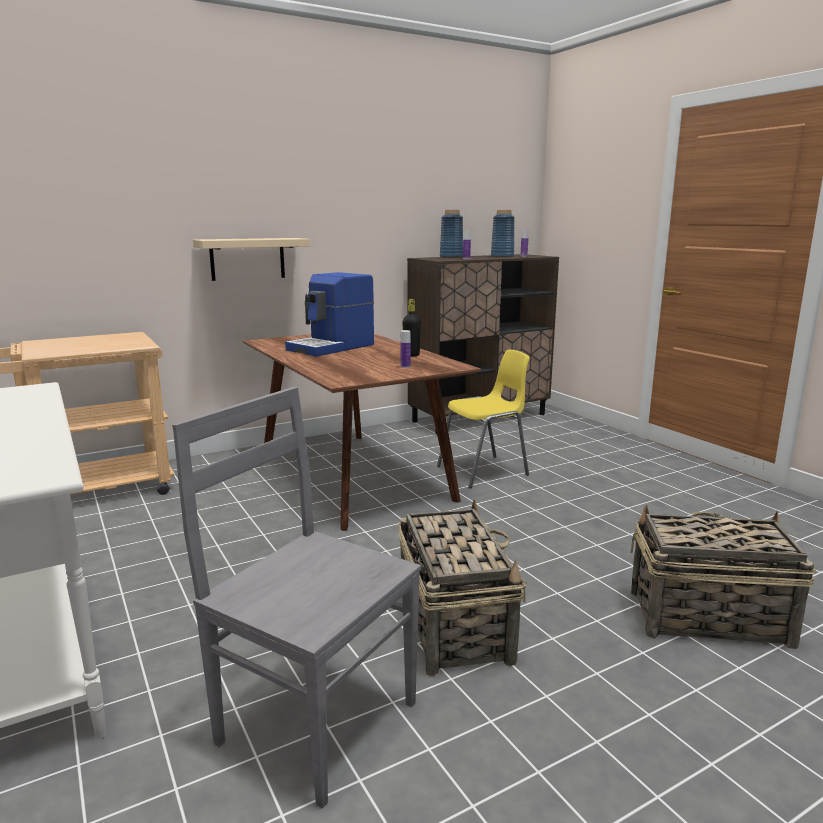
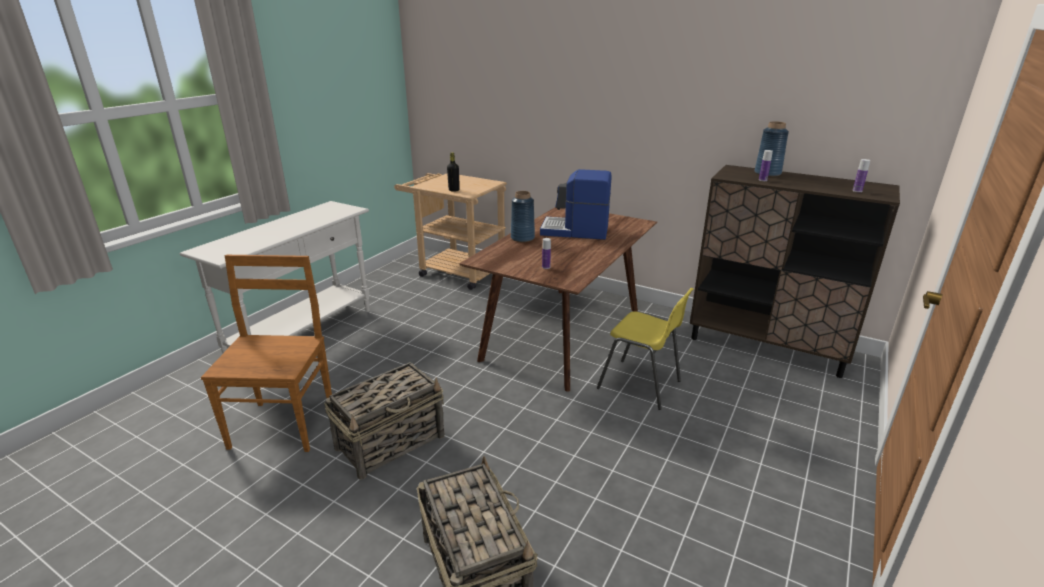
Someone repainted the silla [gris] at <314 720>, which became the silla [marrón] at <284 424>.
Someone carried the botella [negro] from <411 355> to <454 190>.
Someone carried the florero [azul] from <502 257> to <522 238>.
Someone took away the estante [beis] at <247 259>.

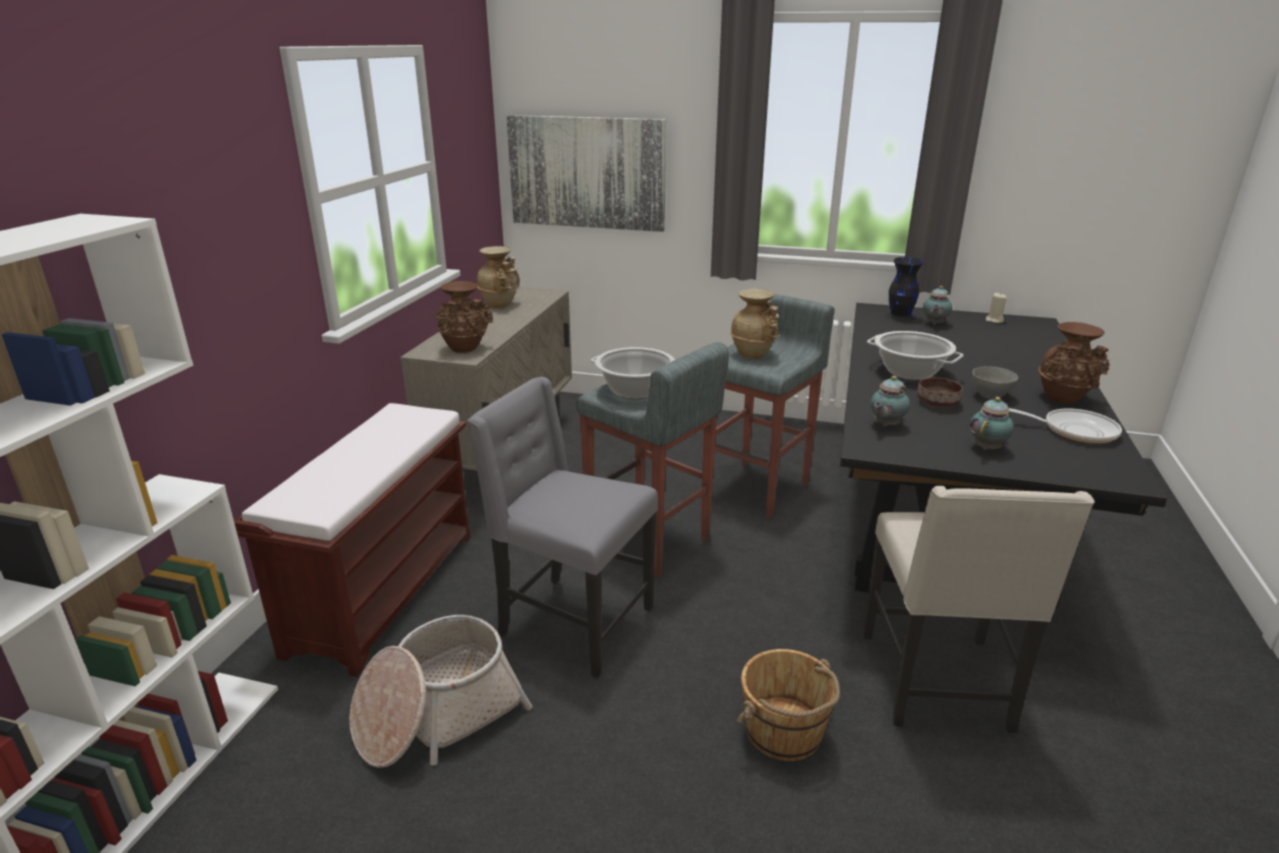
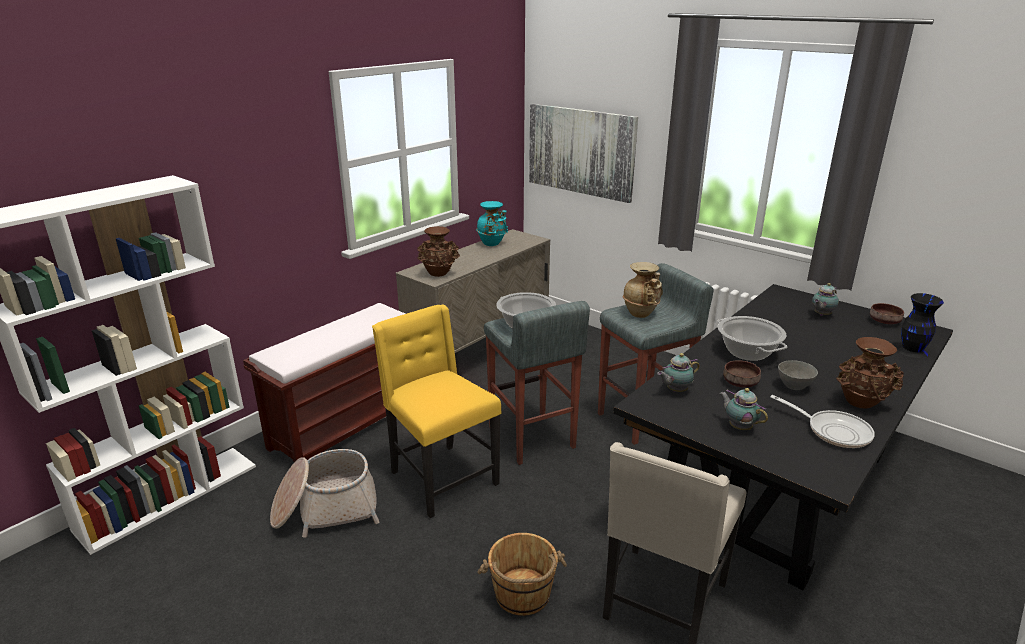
Someone repainted the silla [gris] at <572 622>, which became the silla [amarillo] at <441 478>.
Someone repainted the florero [beis] at <501 304>, which became the florero [turquesa] at <493 243>.
Someone rotated the tetera at <987 447> by 105 degrees counterclockwise.
Someone swapped the vela [beis] at <994 320> for the cuenco [marrón] at <885 321>.
Someone carried the florero [negro] from <900 317> to <911 351>.

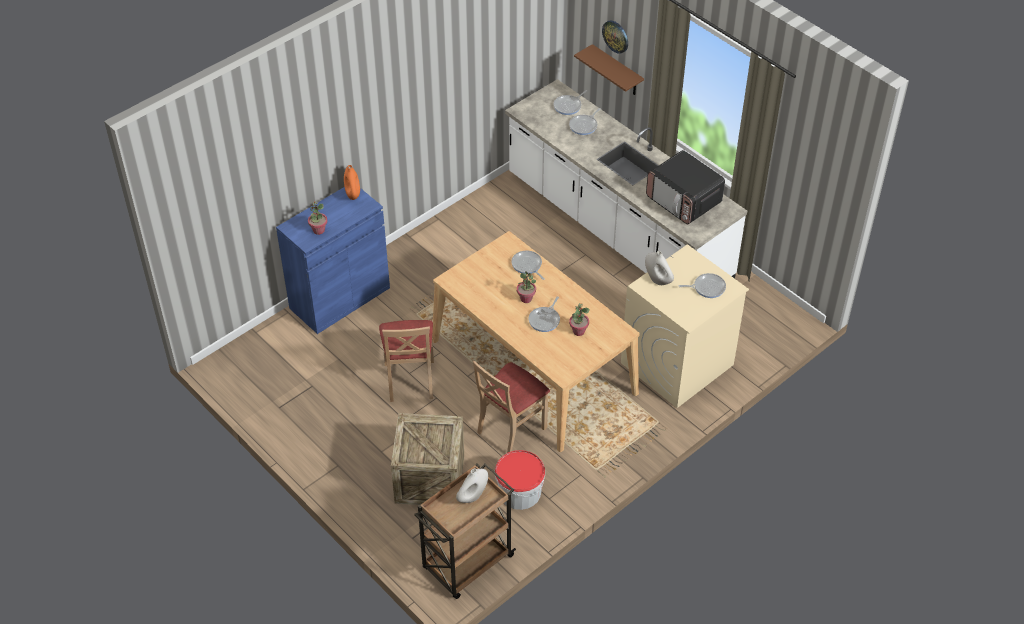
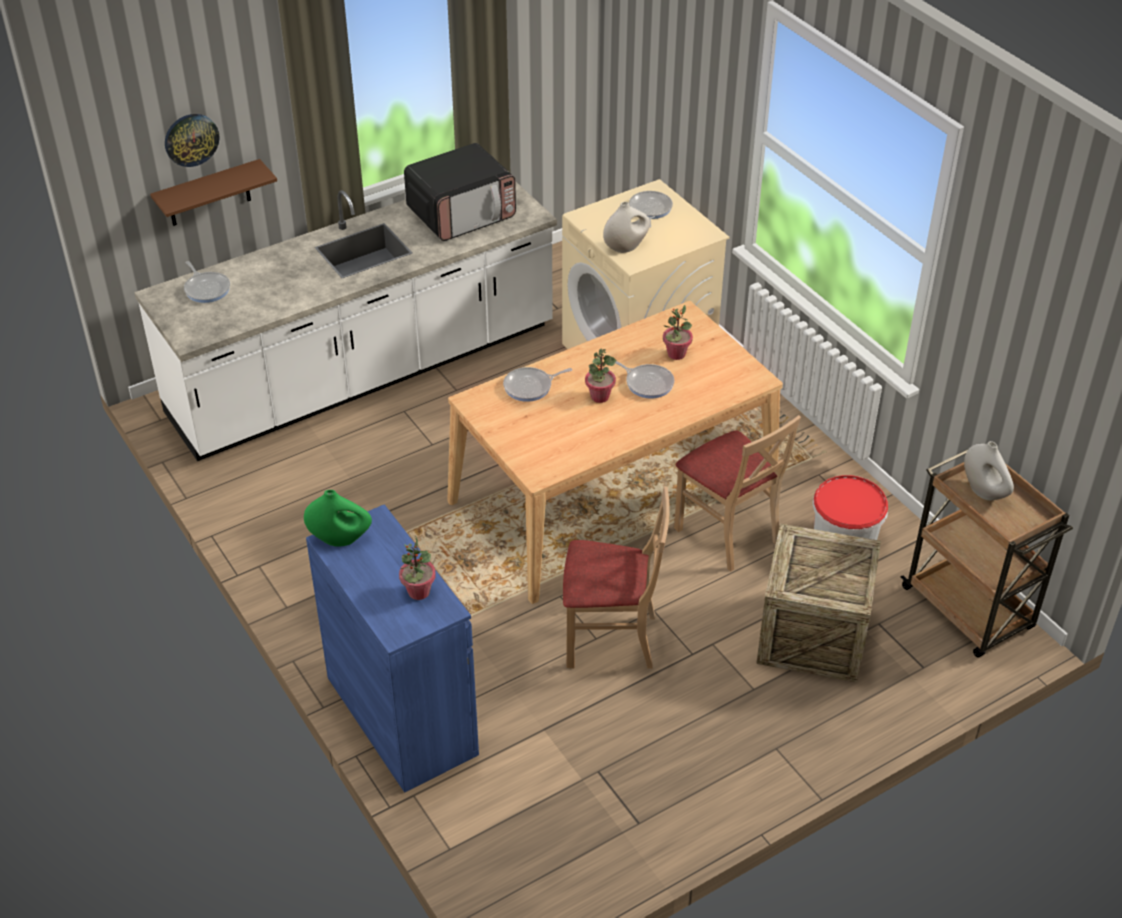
Someone repainted the florero [naranja] at <353 194>, which became the florero [verde] at <340 539>.
Someone took away the sartén at <584 125>.

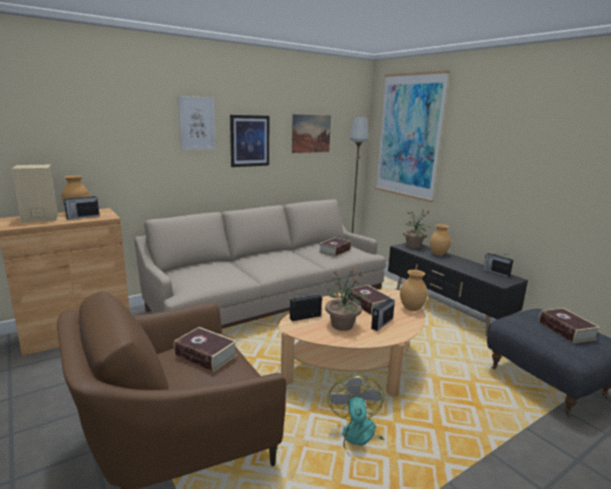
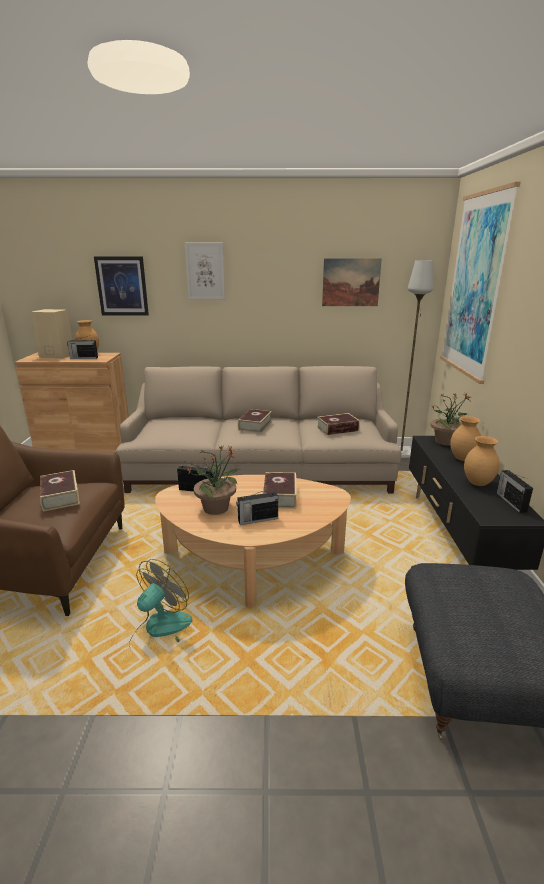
Someone carried the cuadro from <249 141> to <122 286>.
Someone carried the libro from <566 330> to <255 425>.
Someone carried the florero [marrón] from <412 309> to <478 483>.

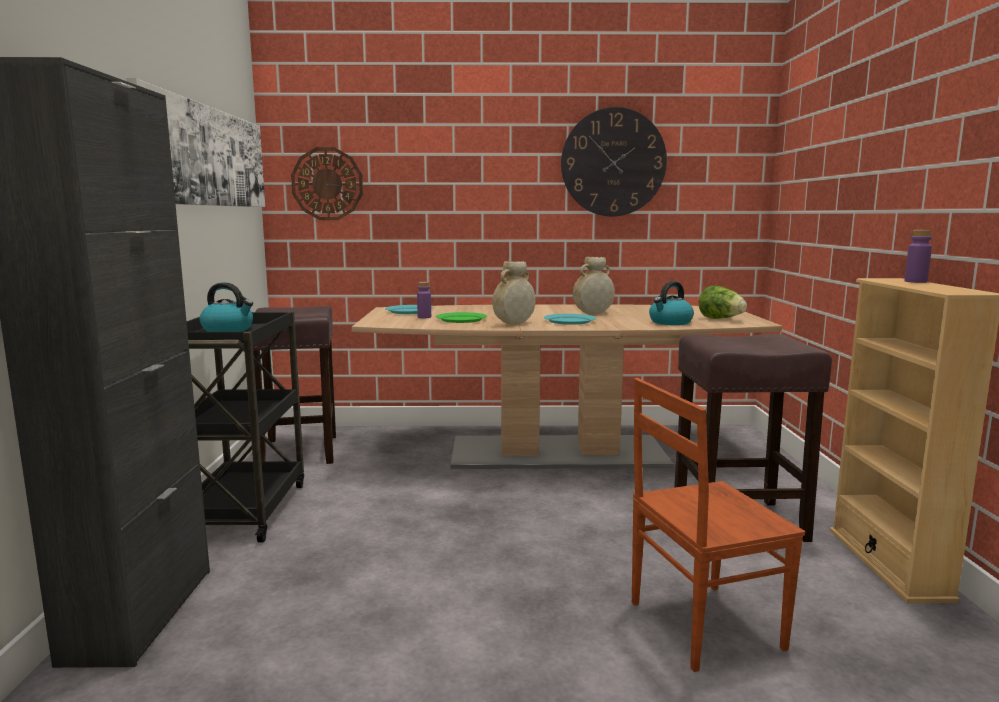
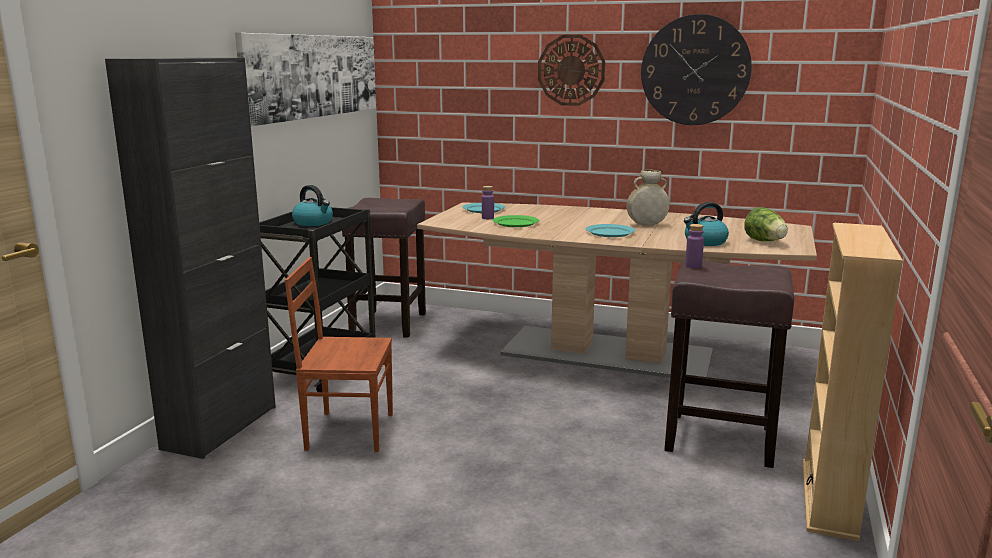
Someone carried the silla [marrón] from <701 624> to <349 431>.
Someone carried the reloj de pared from <327 184> to <571 70>.
Someone carried the botella [morado] from <915 281> to <693 266>.
Someone took away the florero [beis] at <514 324>.

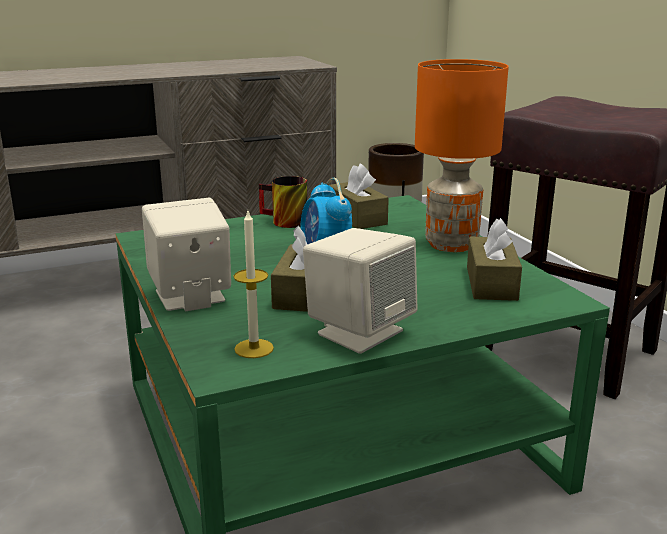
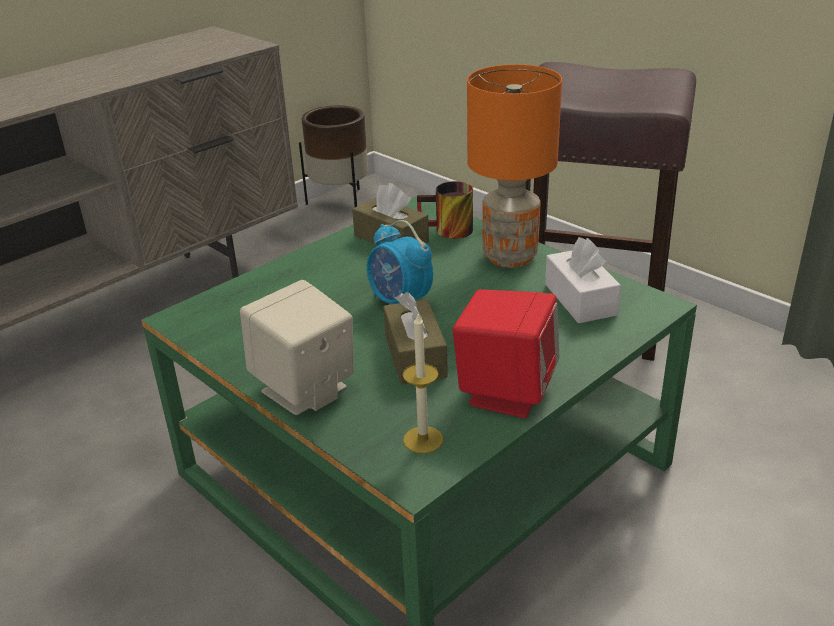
Someone carried the taza grande from <282 222> to <447 231>.
Someone repainted the altavoz [beis] at <359 332>, which became the altavoz [rojo] at <505 391>.
Someone repainted the caja de pañuelos [marrón] at <491 283>, which became the caja de pañuelos [blanco] at <580 299>.

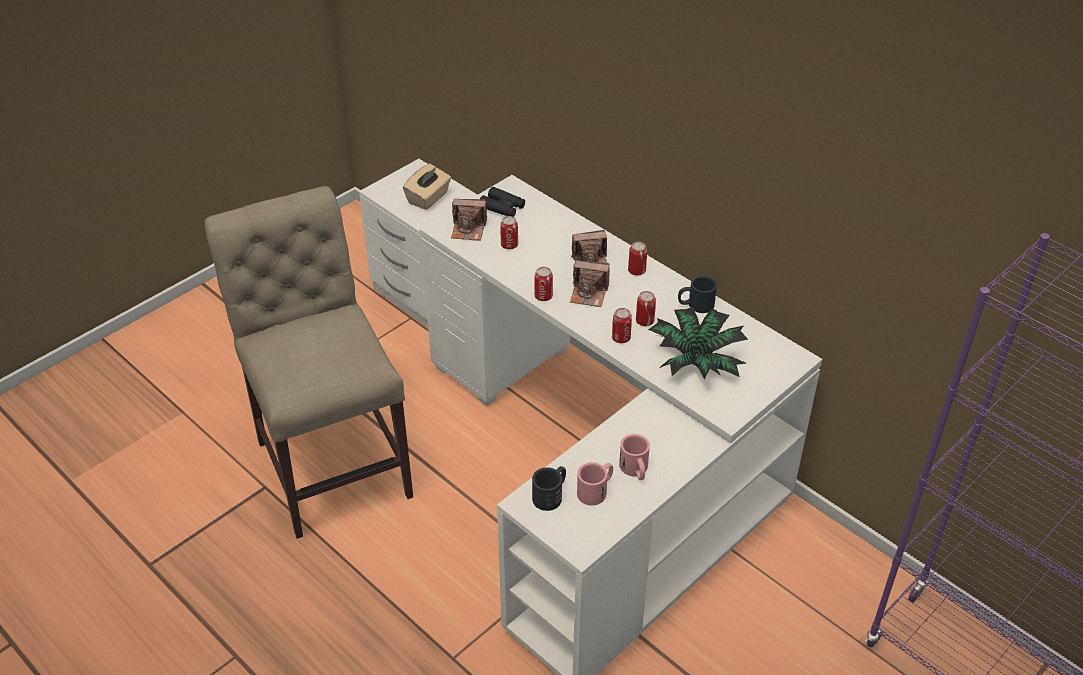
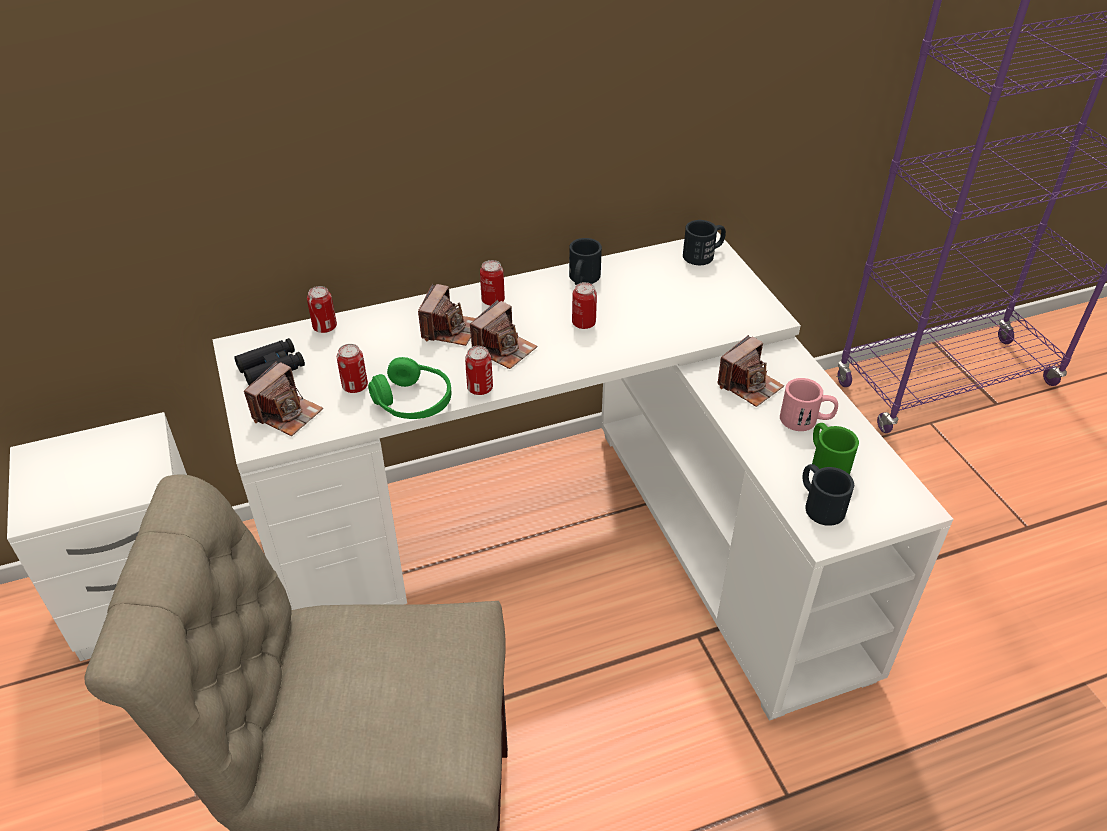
Someone carried the lata from <621 338> to <325 327>.
Someone put down the auriculares [verde] at <413 401>.
Someone put down the taza grande [negro] at <704 254>.
Someone put down the cámara at <749 385>.
Someone repainted the taza grande [rosa] at <596 490>, which became the taza grande [verde] at <826 462>.
Someone took away the caja de pañuelos [beis] at <428 198>.
Someone took away the planta en maceta at <696 361>.

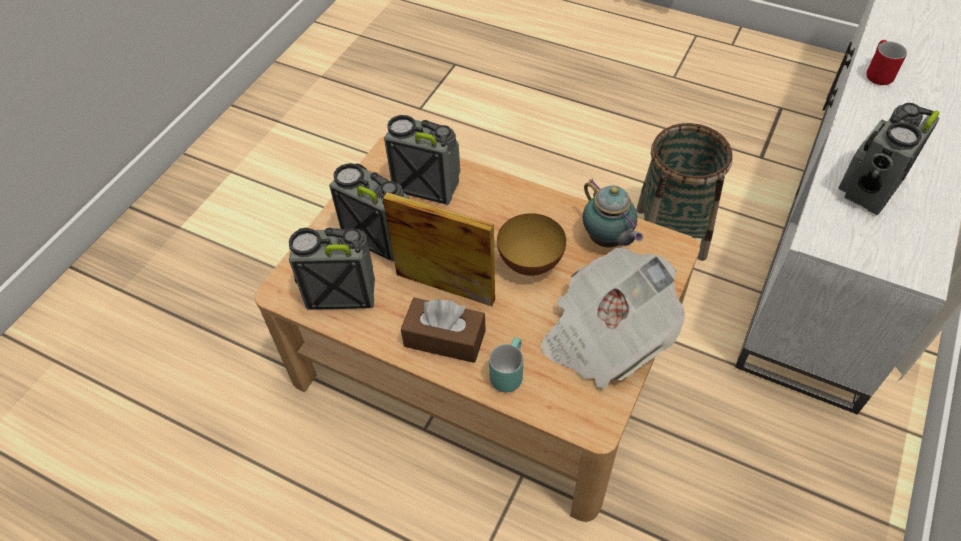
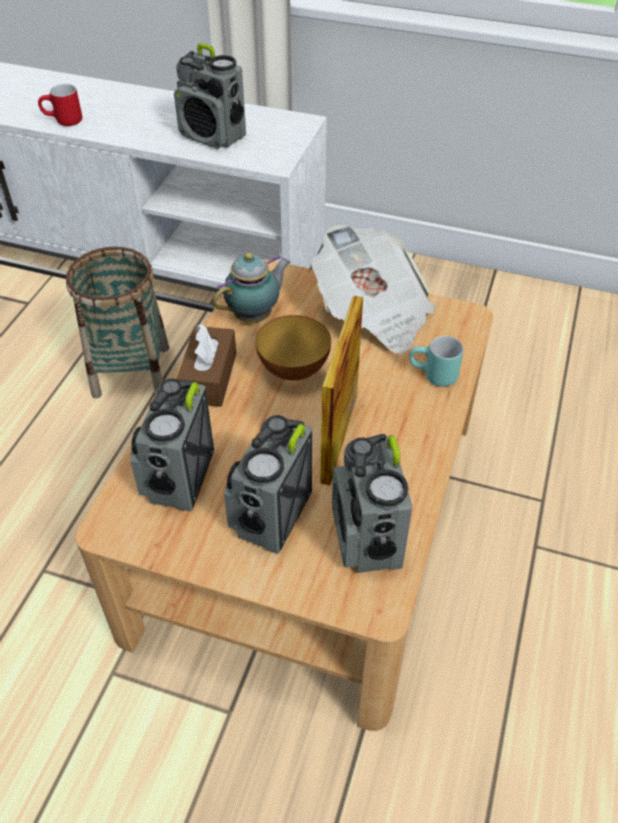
Someone carried the caja de pañuelos [marrón] from <445 338> to <209 377>.

